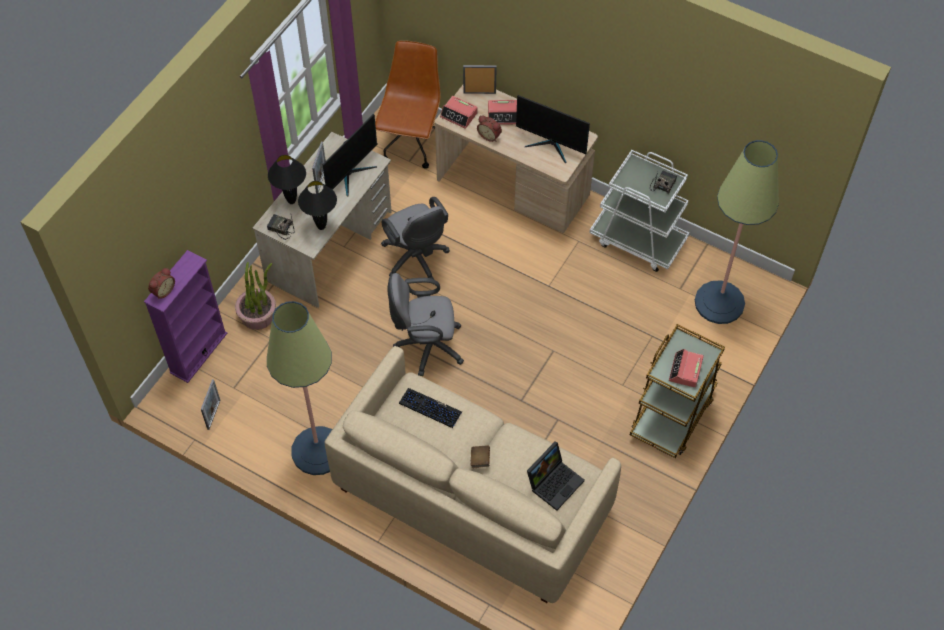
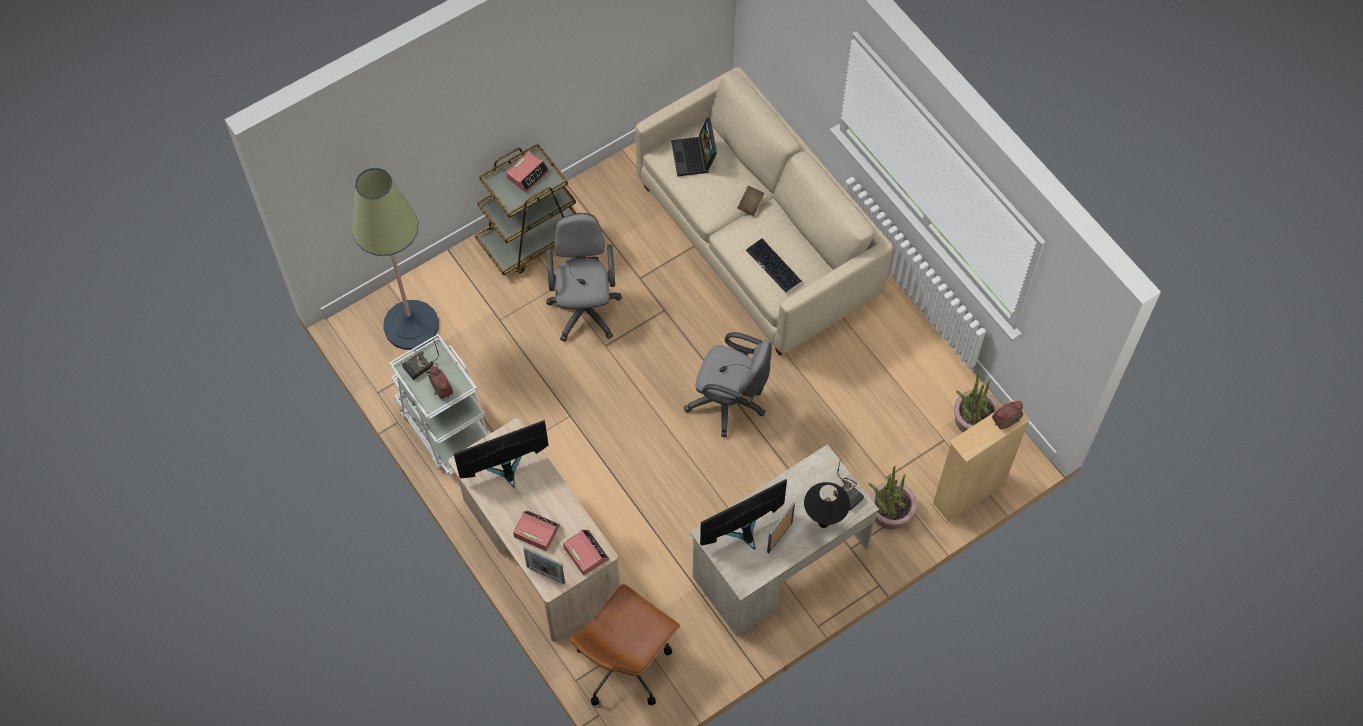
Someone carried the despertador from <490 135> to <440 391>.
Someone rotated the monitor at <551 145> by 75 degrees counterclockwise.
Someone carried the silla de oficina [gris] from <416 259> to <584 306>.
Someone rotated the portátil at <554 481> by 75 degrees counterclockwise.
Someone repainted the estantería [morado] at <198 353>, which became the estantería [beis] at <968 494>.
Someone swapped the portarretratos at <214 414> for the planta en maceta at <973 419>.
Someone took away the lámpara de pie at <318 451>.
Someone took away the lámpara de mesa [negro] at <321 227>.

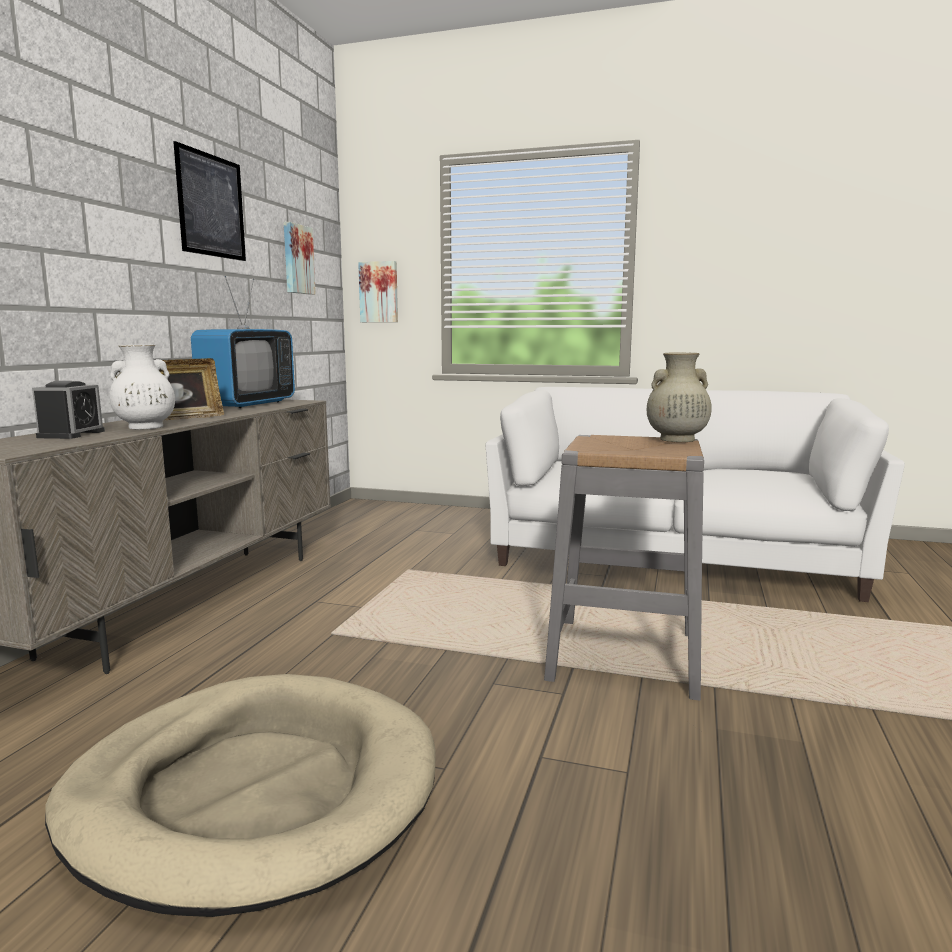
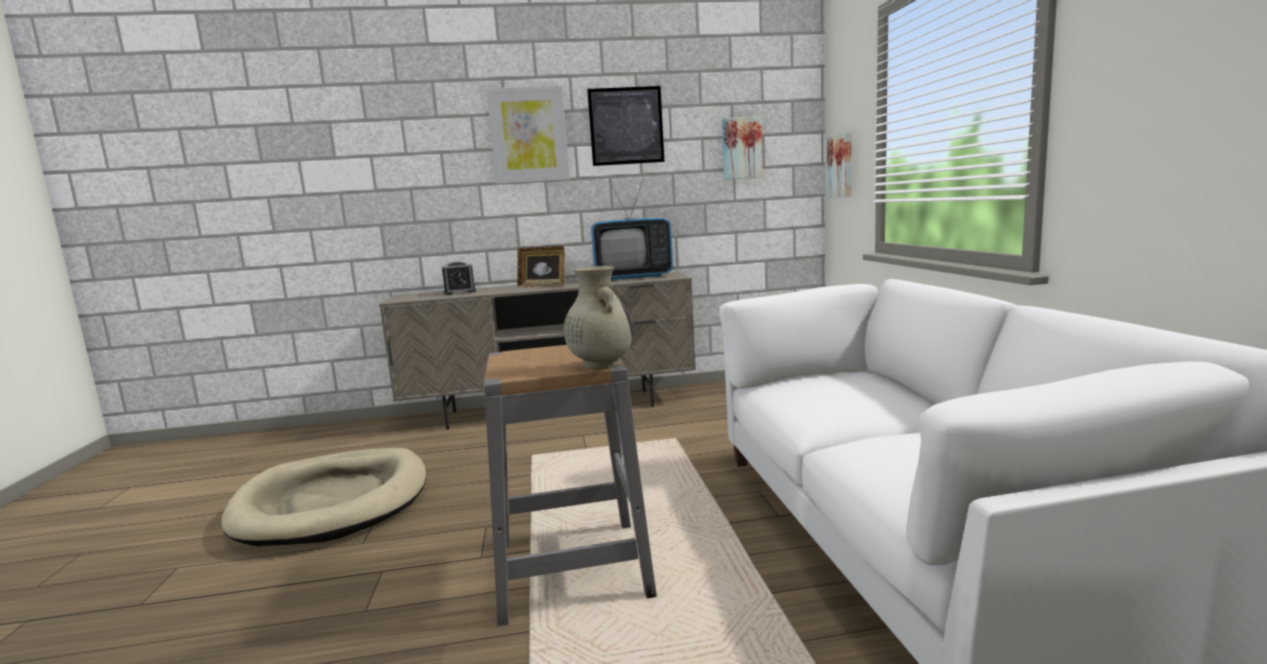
Someone put up the cuadro at <529 135>.
Someone took away the florero [blanco] at <144 427>.

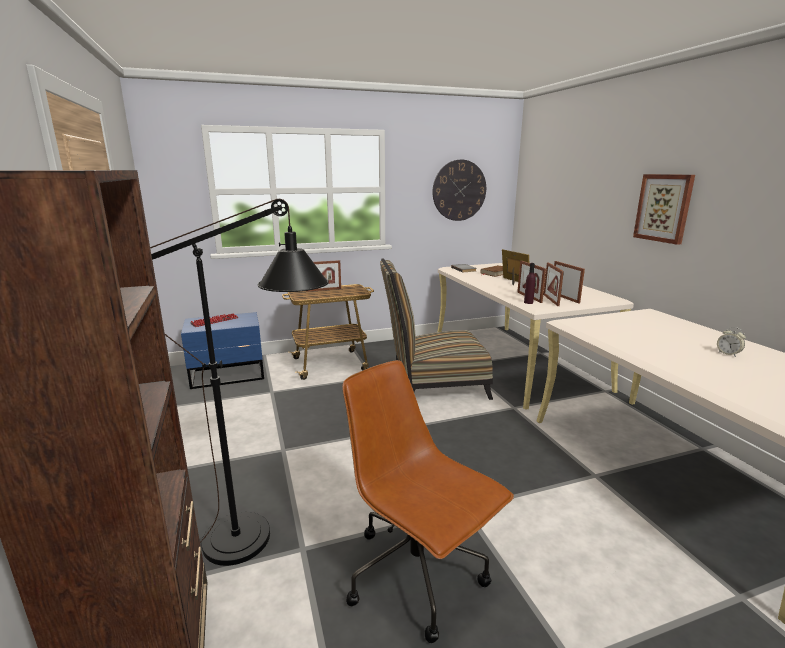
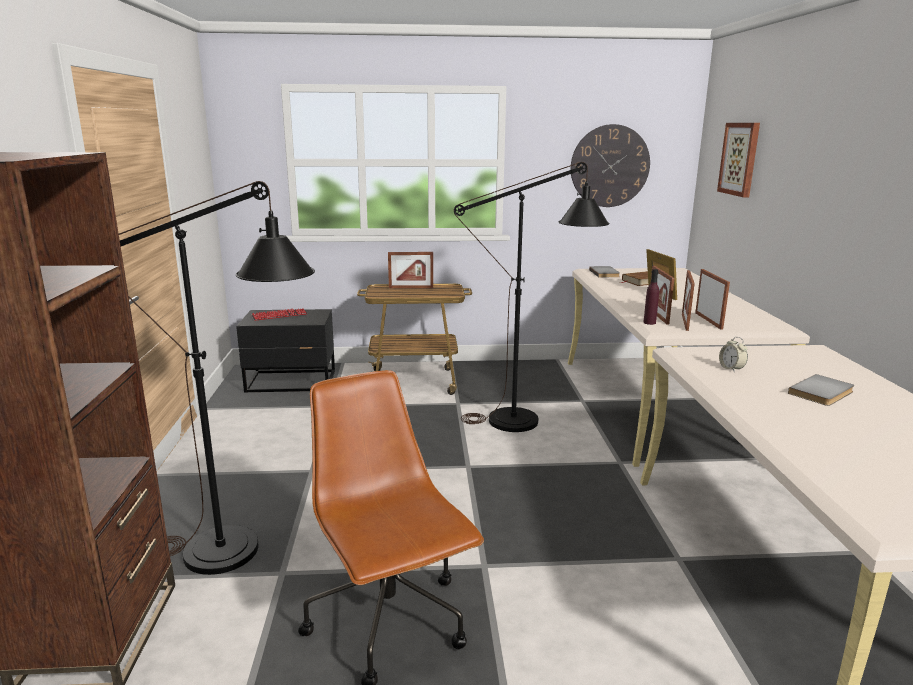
Someone repainted the mesita de noche [azul] at <229 375>, which became the mesita de noche [negro] at <292 382>.
Someone swapped the silla at <433 385> for the lámpara de pie [negro] at <528 422>.
Someone carried the cuadro from <664 208> to <740 159>.
Someone carried the despertador from <728 354> to <731 369>.
Someone put down the libro [gris] at <823 393>.

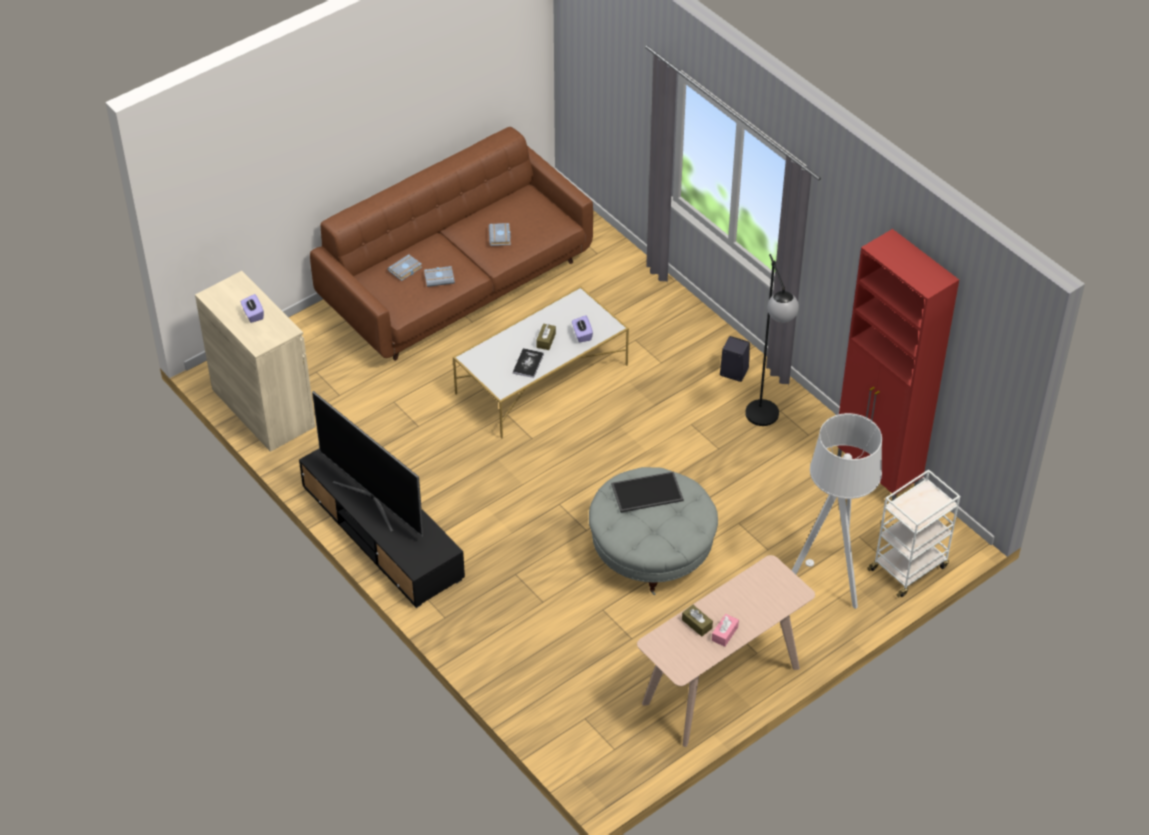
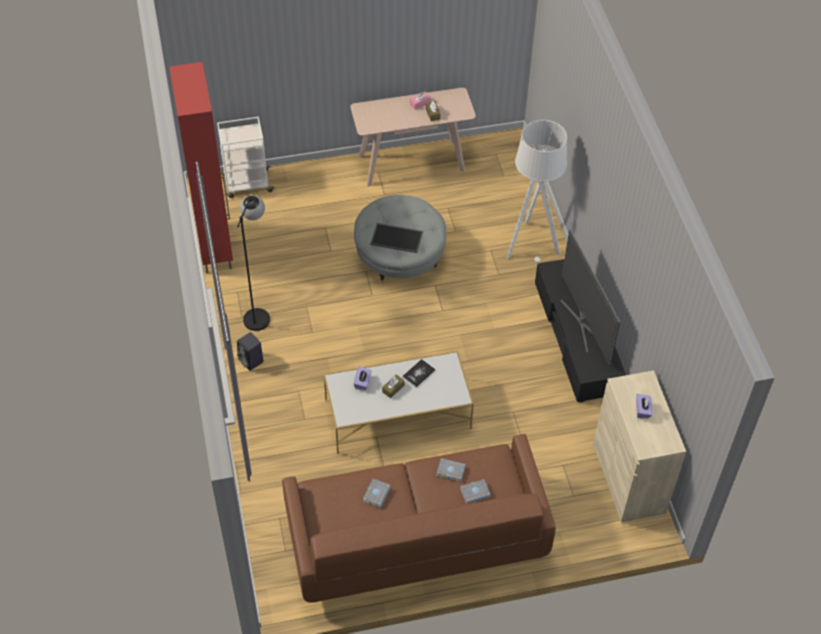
Someone carried the lámpara de pie [gris] from <830 579> to <530 244>.

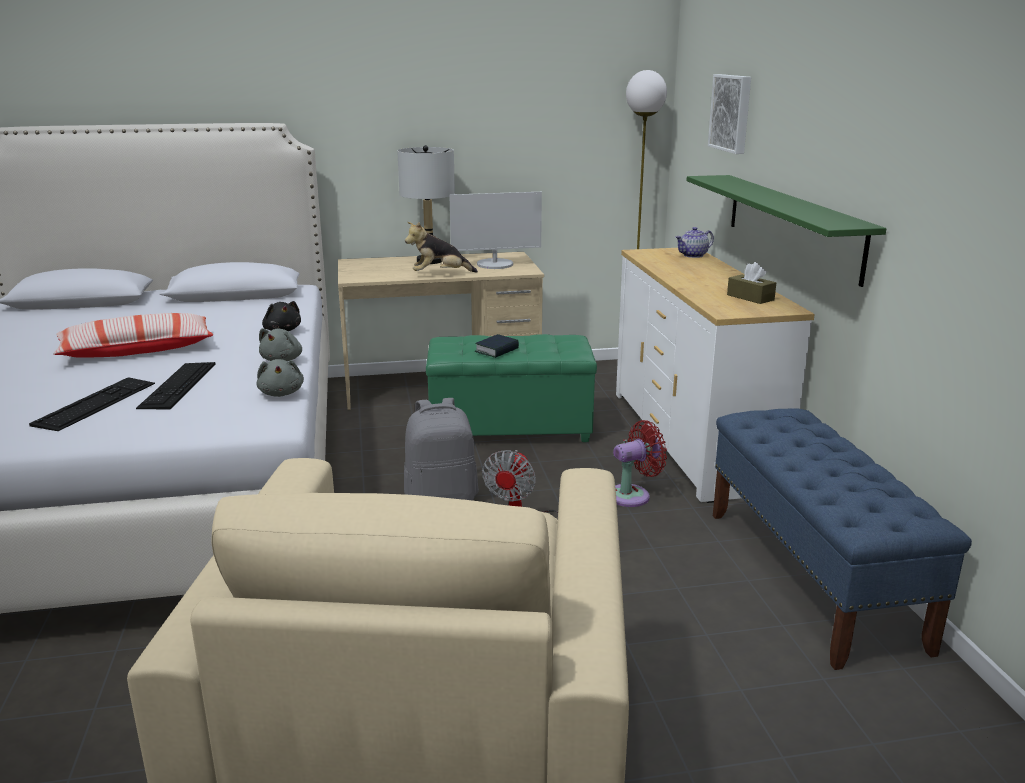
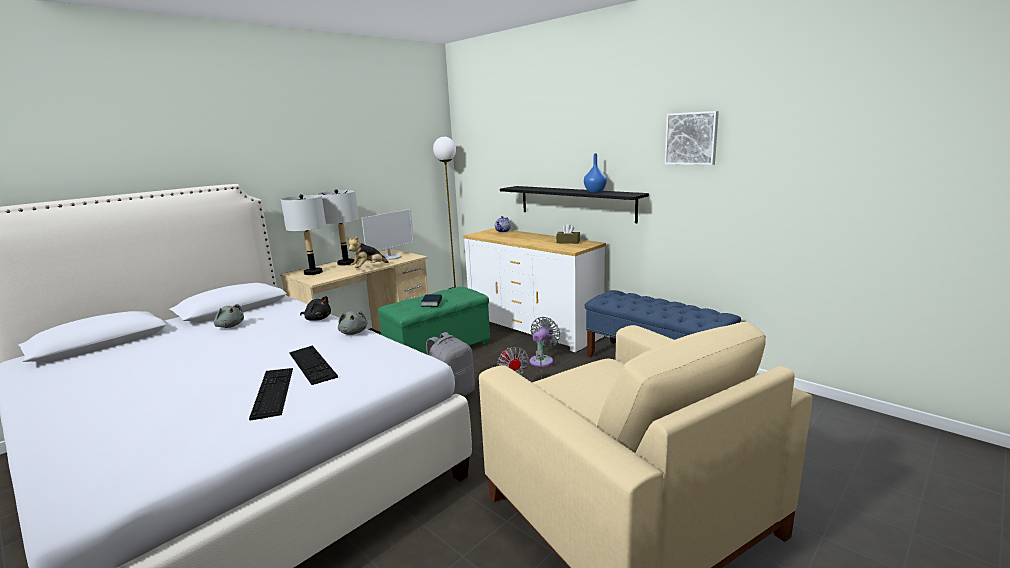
Someone carried the peluche [gris] from <281 393> to <230 326>.
Someone put down the lámpara de mesa [gris] at <313 272>.
Someone repainted the estante [verde] at <791 224>, which became the estante [negro] at <575 203>.
Someone repainted the ventilador [rojo] at <633 495>, which became the ventilador [gris] at <542 360>.
Someone put down the florero [azul] at <595 191>.
Someone carried the cuadro from <732 113> to <691 138>.
Someone took away the cojín at <137 350>.

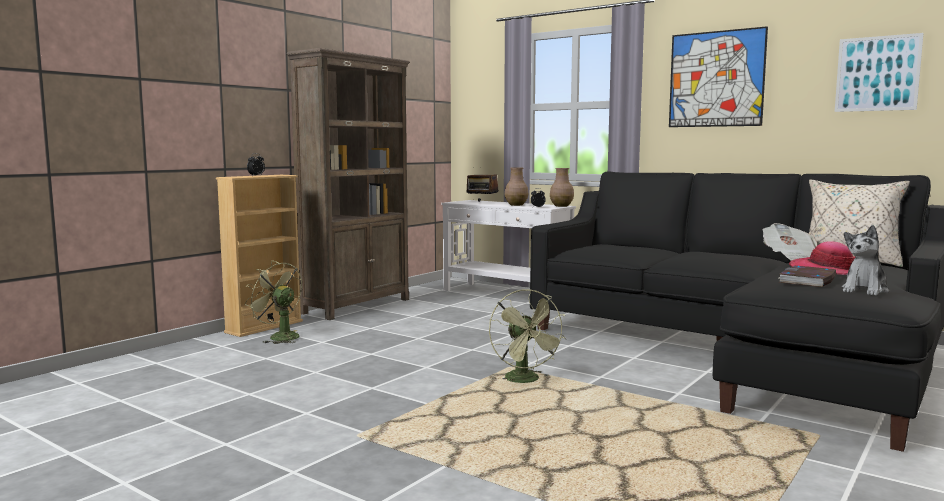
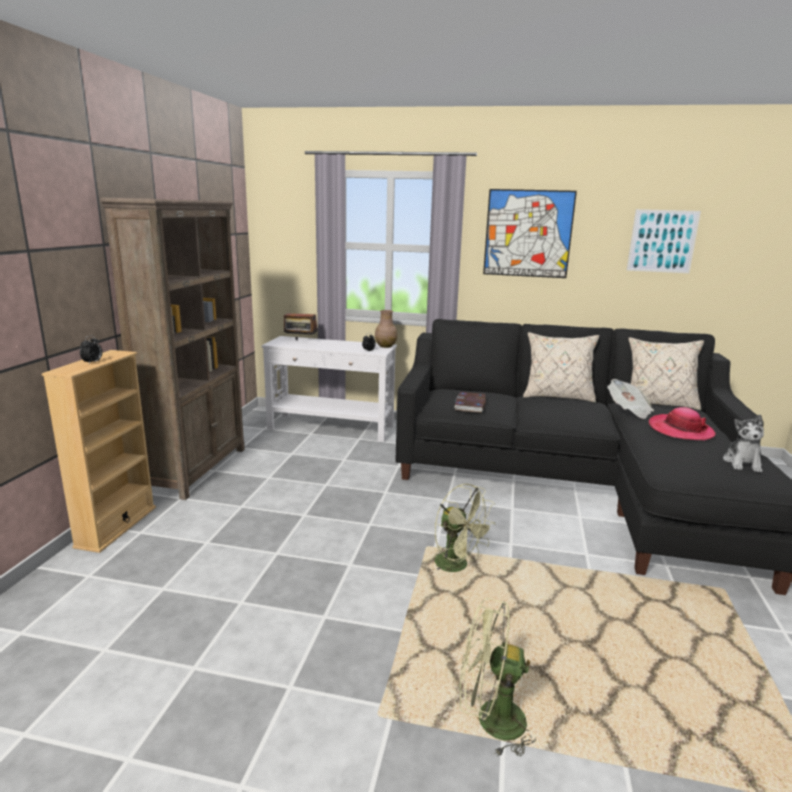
Someone carried the libro from <808 280> to <470 405>.
Someone carried the ventilador [verde] from <279 337> to <490 720>.
Someone put down the cojín [beis] at <557 397>.
Someone took away the florero [marrón] at <516 205>.

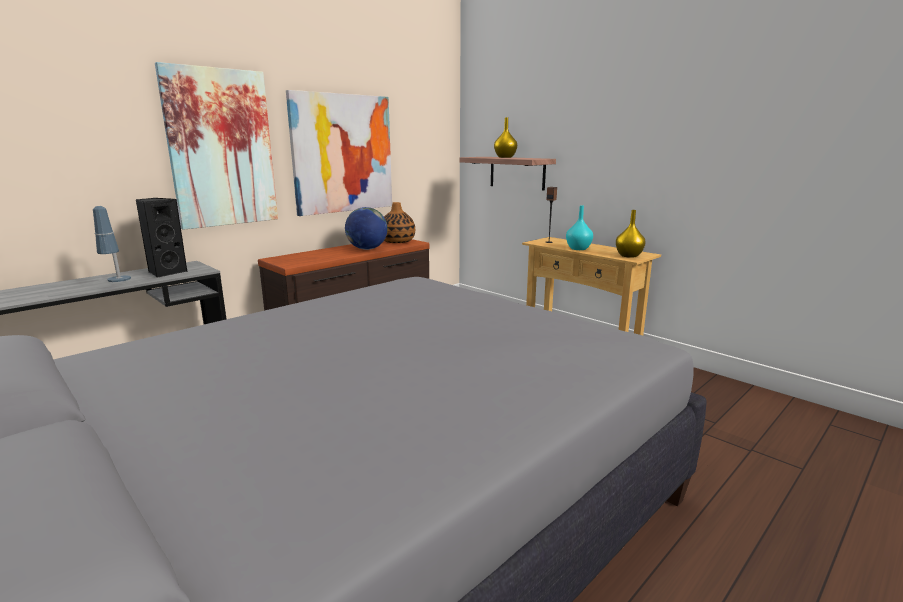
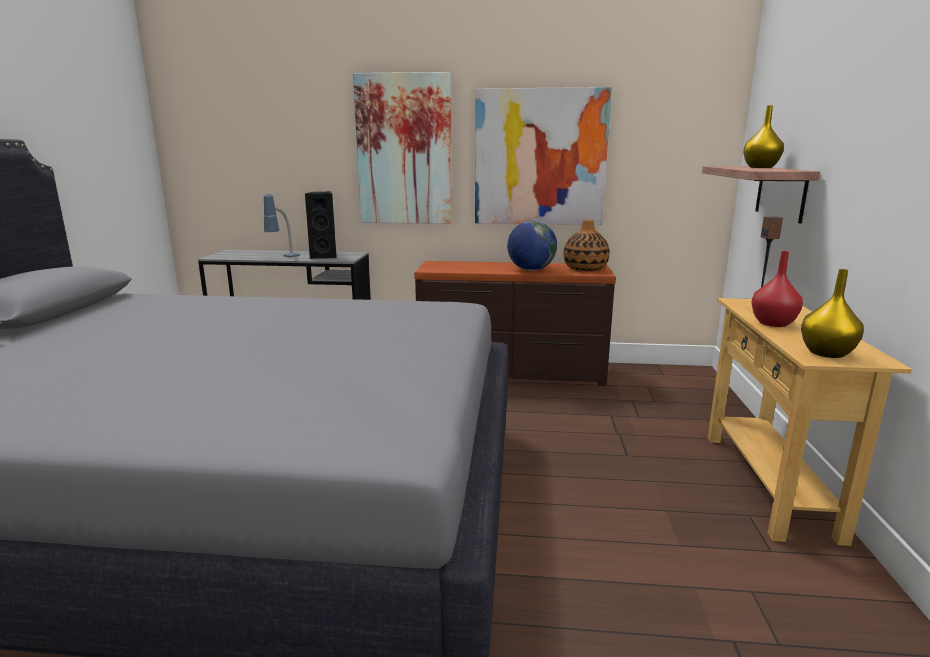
Someone repainted the florero [turquesa] at <578 249>, which became the florero [rojo] at <772 323>.

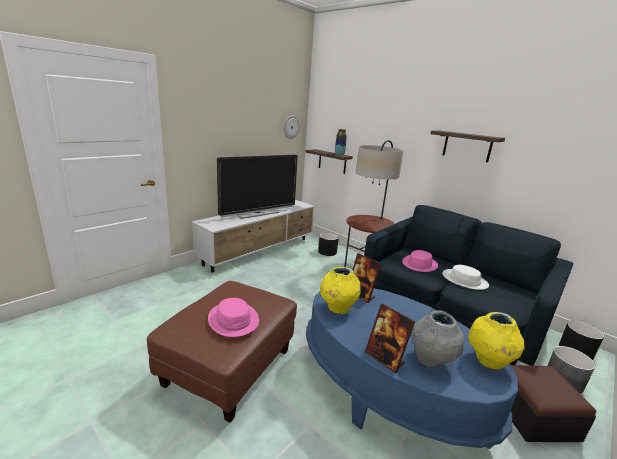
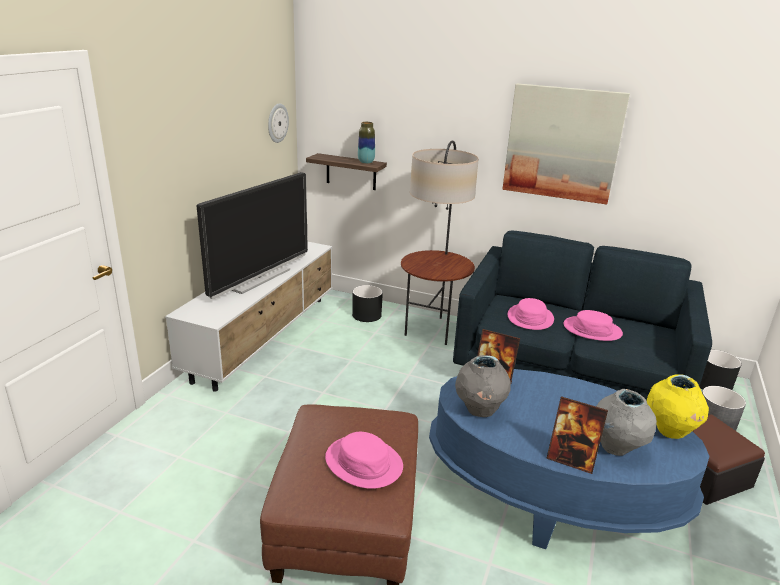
Someone repainted the florero [amarillo] at <337 308>, which became the florero [gris] at <479 410>.
Someone swapped the estante at <467 146> for the cuadro at <562 143>.
Someone repainted the sombrero [blanco] at <464 280>, which became the sombrero [rosa] at <592 329>.

